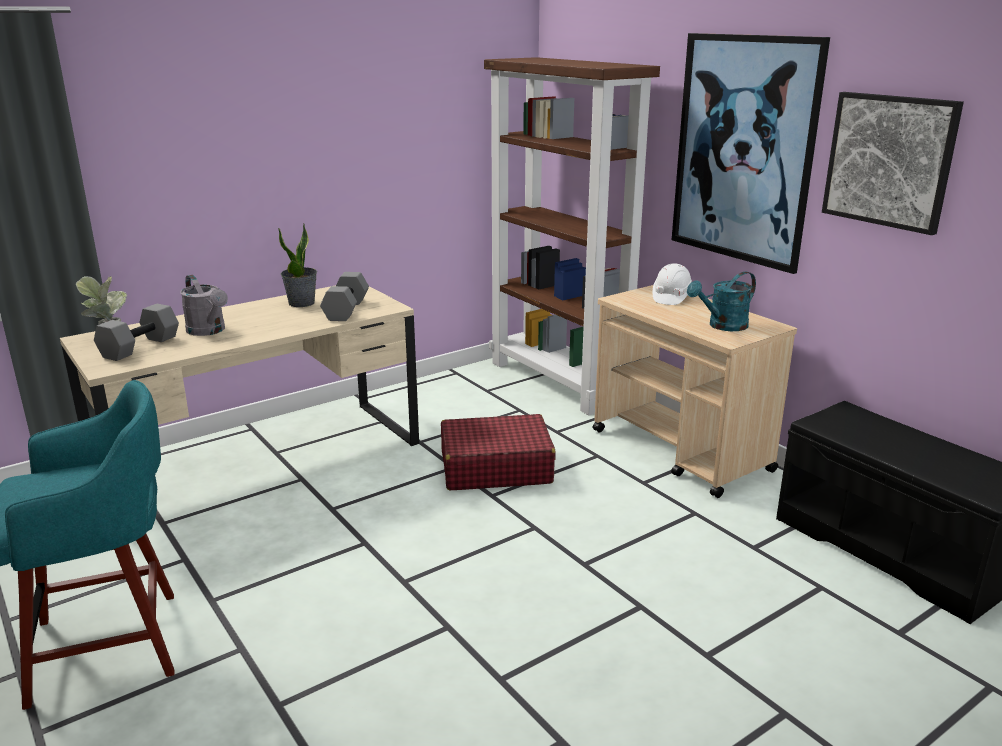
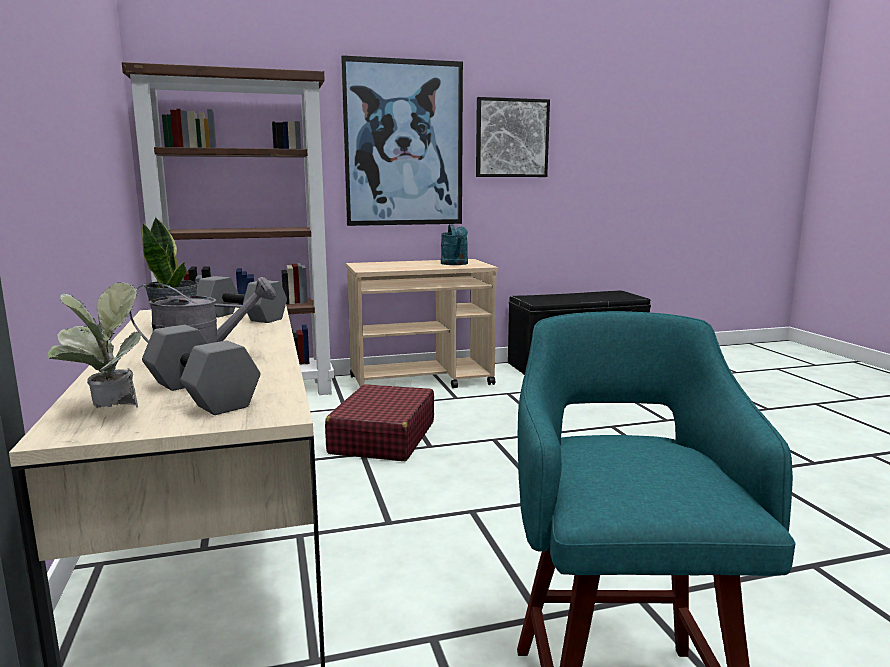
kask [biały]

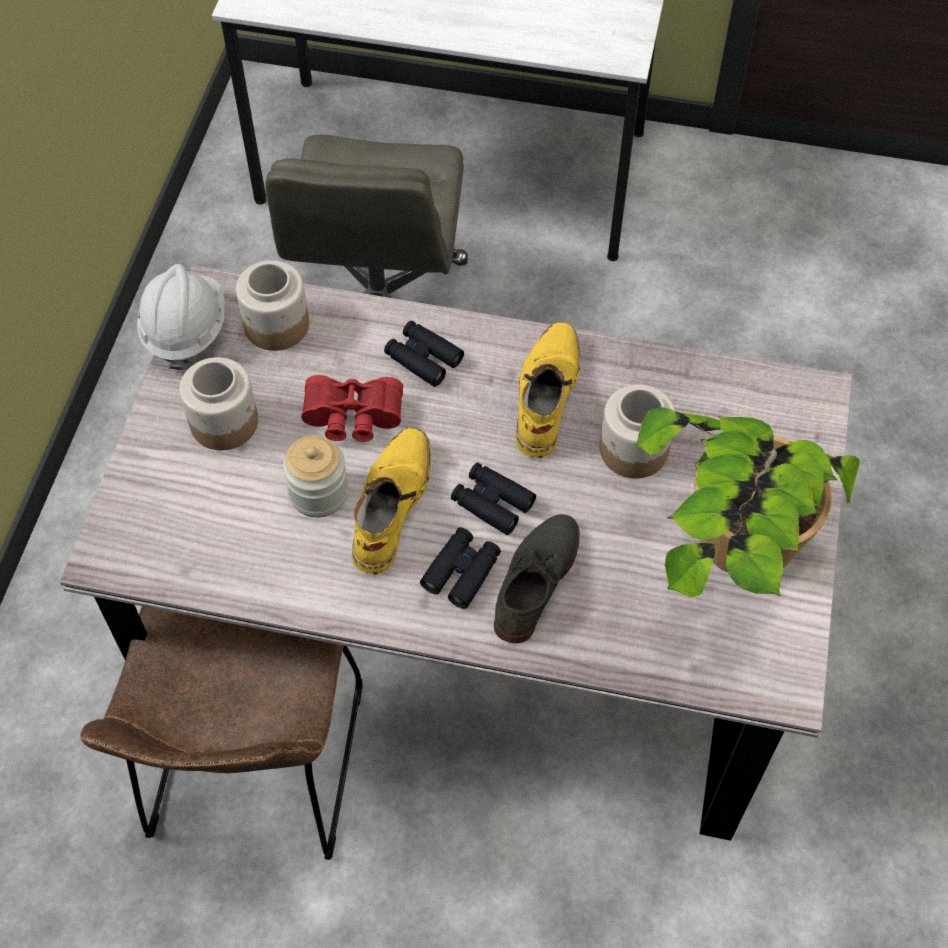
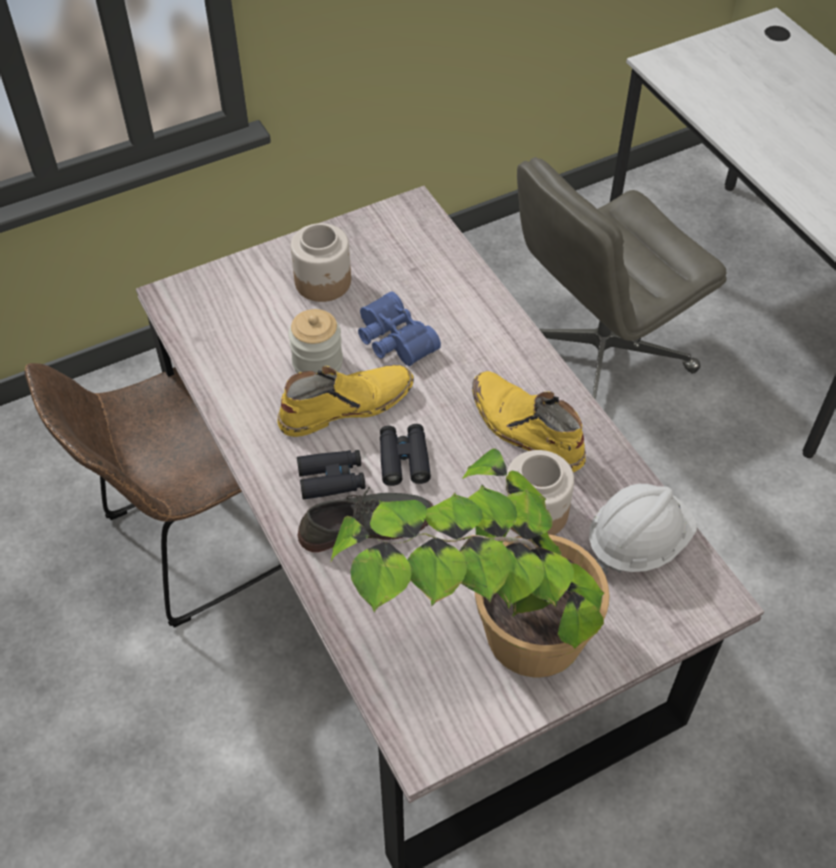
lornetka [niebieski]
but z cholewką [żółty] (no. 2 from left)
kask [biały]
słoik (no. 2 from left in the first image)
lornetka [czarny] (no. 1 from left in the first image)

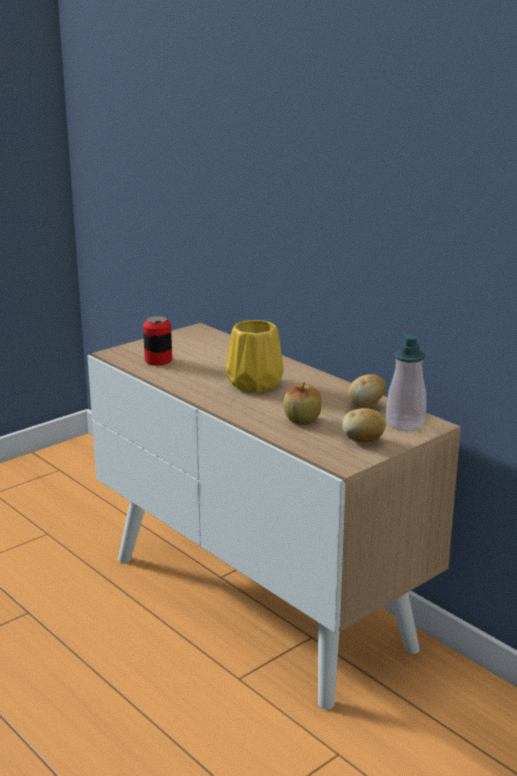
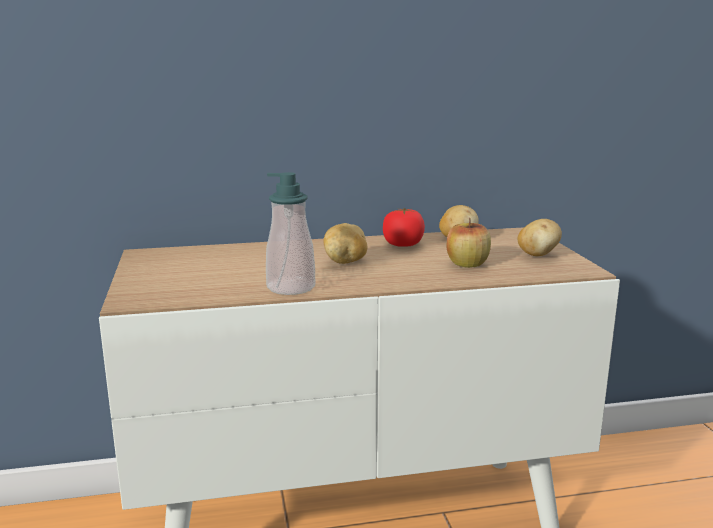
dozownik mydła
ziemniak (no. 1 from left)
pomidor
puszka

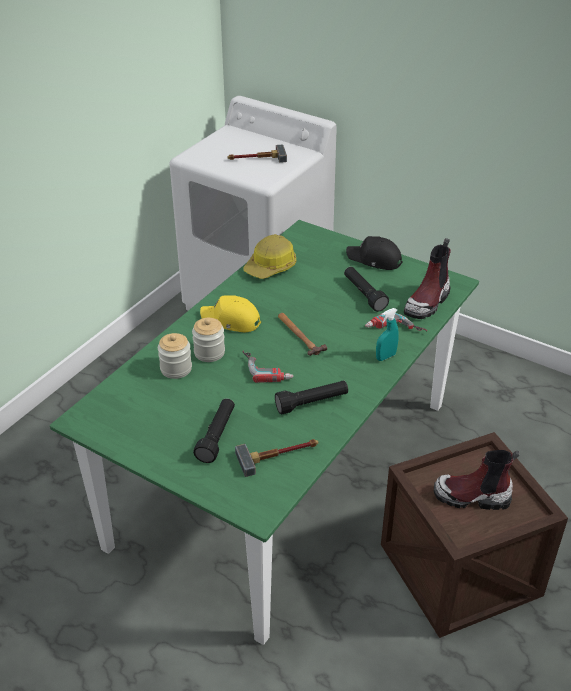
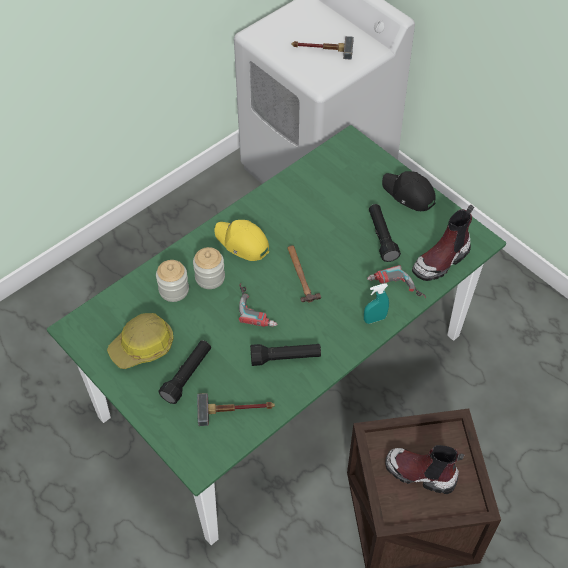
kask

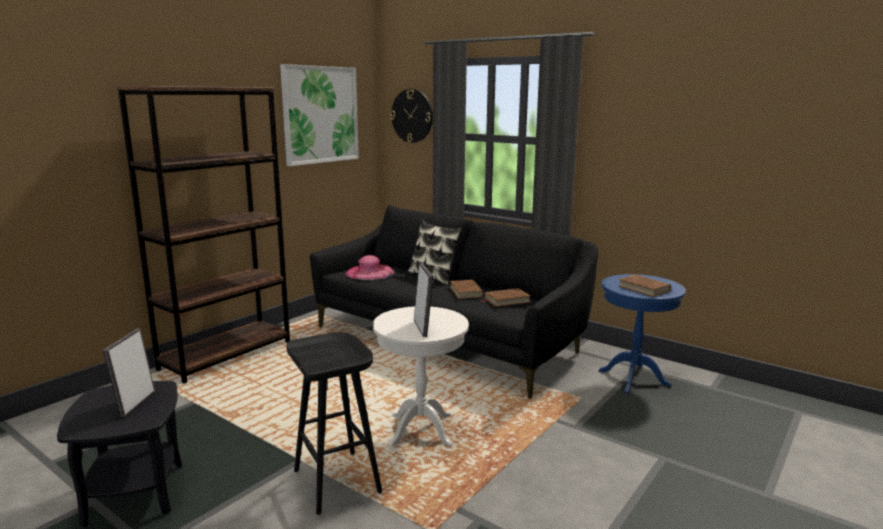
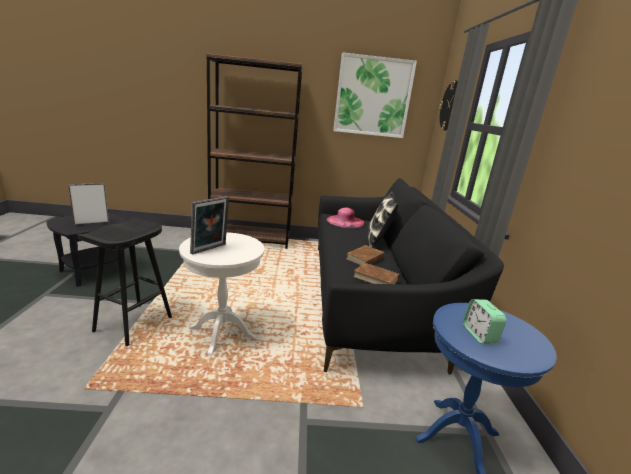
budzik

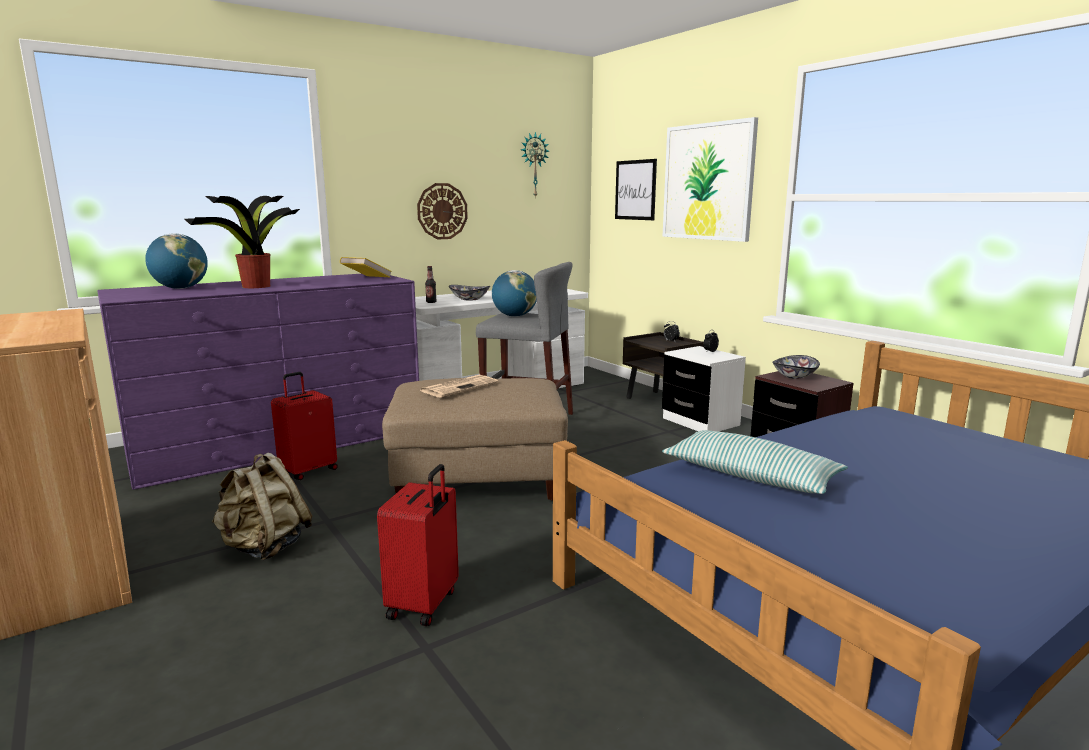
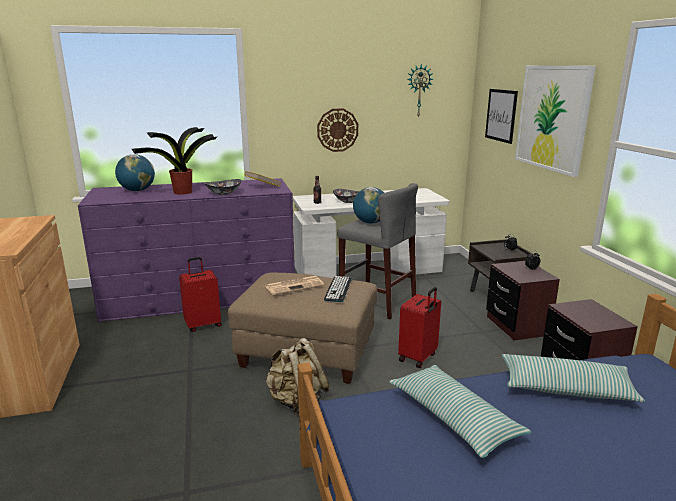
miska (no. 1 from left)
plecak [beżowy]
klawiatura
walizka [czerwony] (no. 2 from left)
szafka nocna [brązowy] (no. 2 from left)
poduszka (no. 2 from left)

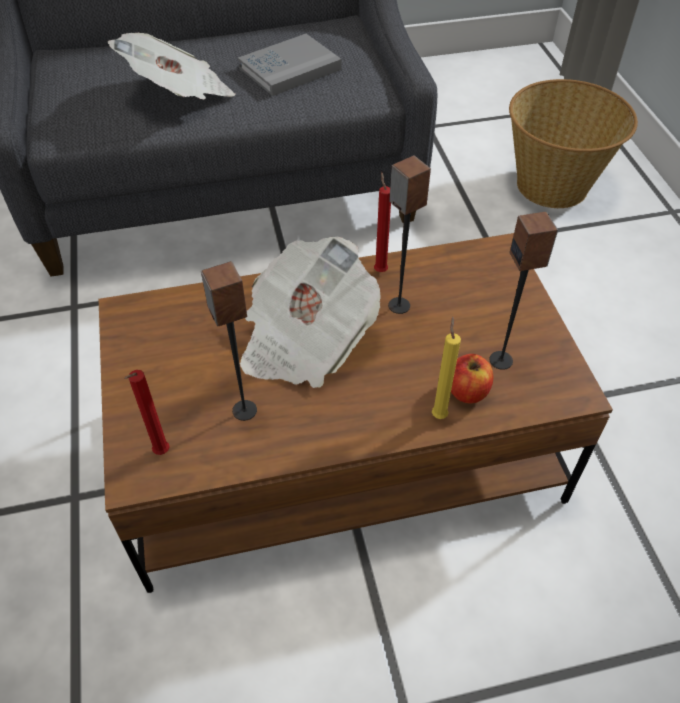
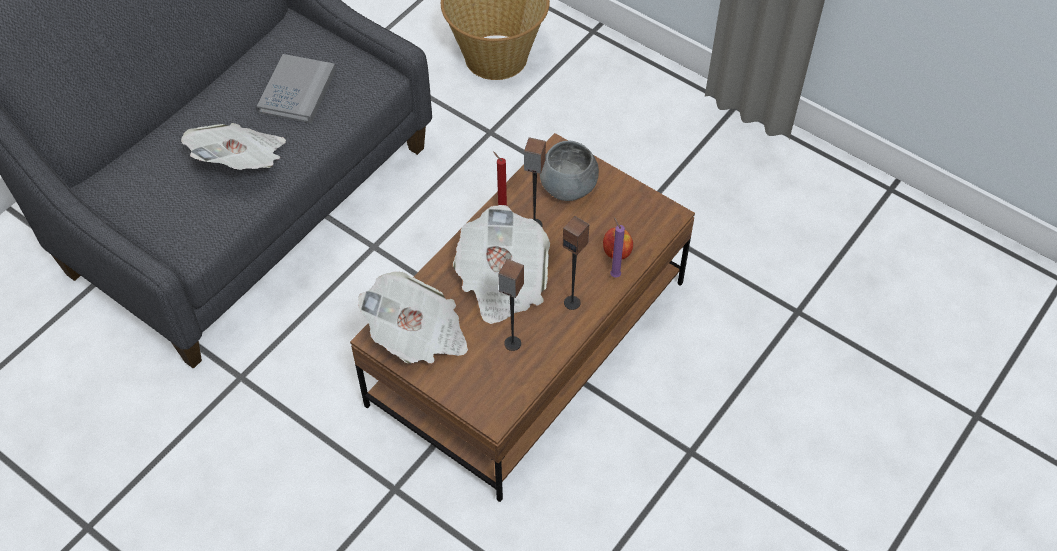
gazeta (no. 2 from left)
miska [szary]
głośnik (no. 3 from left)
świeca [fioletowy]
świeca [czerwony] (no. 1 from left in the first image)

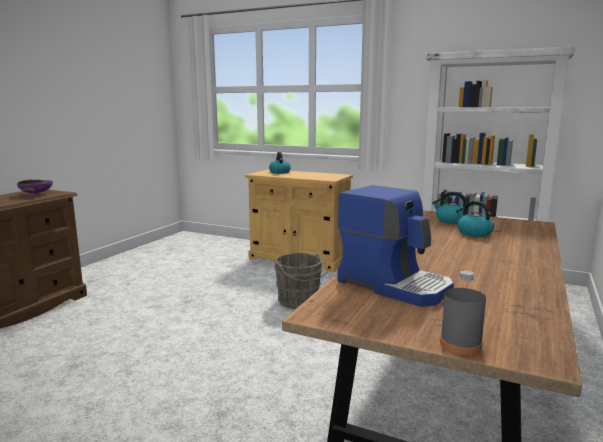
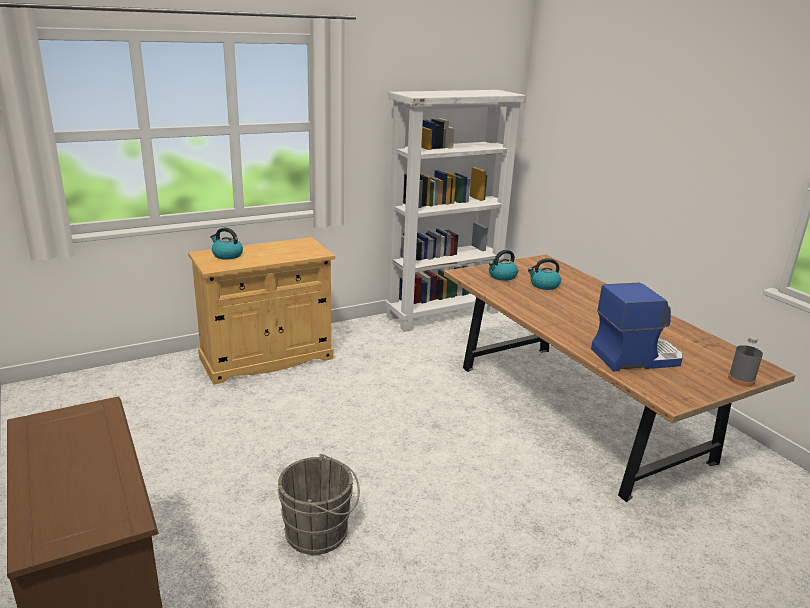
wiadro [szary]
miska [fioletowy]

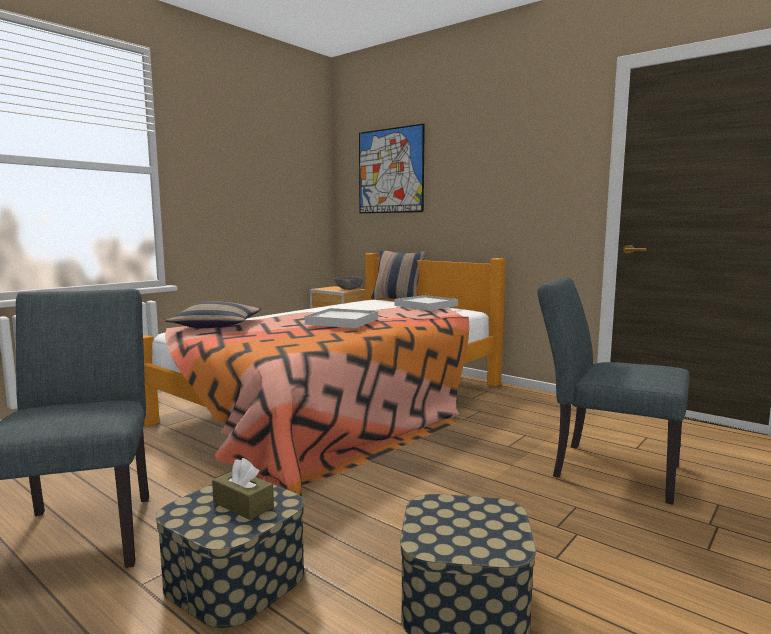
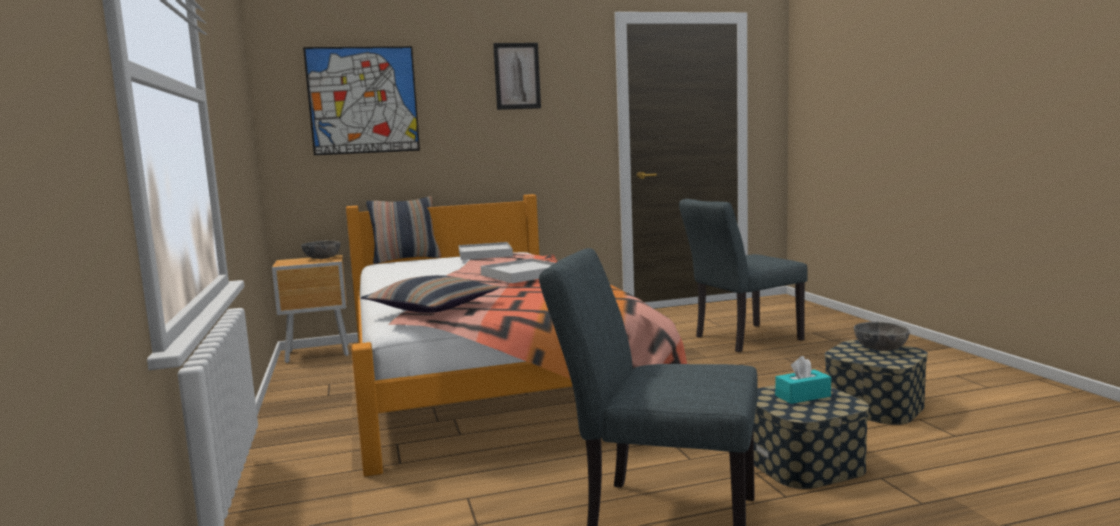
obraz (no. 2 from left)
pudełko chusteczek [turkusowy]
miska [szary] (no. 2 from left)

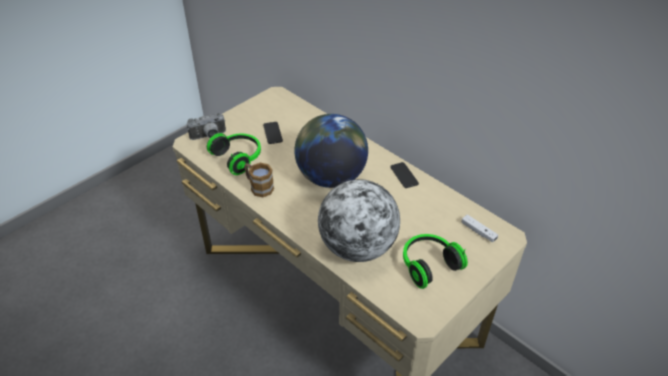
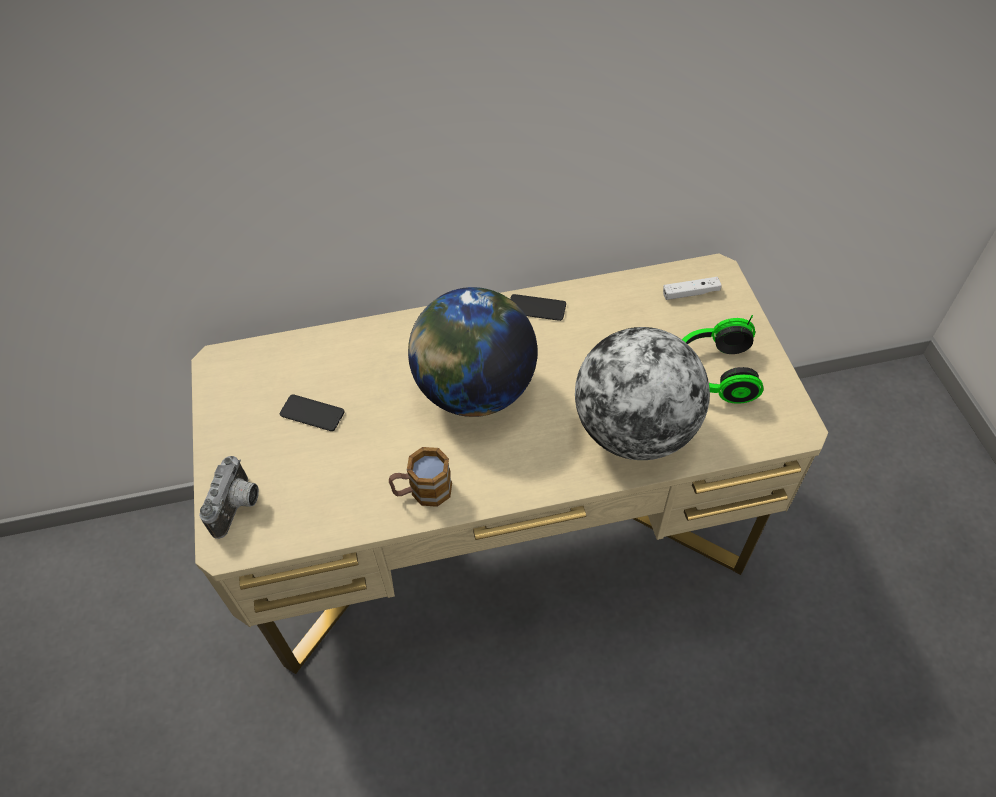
słuchawki (no. 1 from left in the first image)

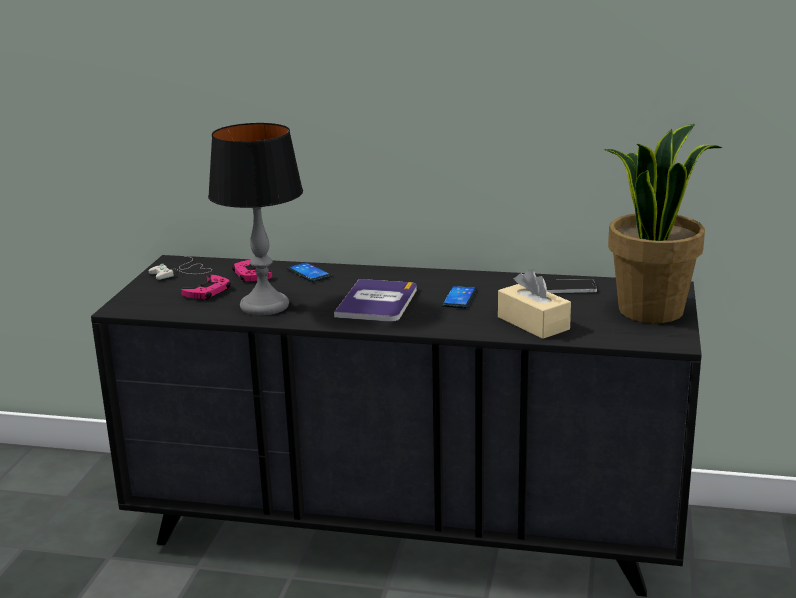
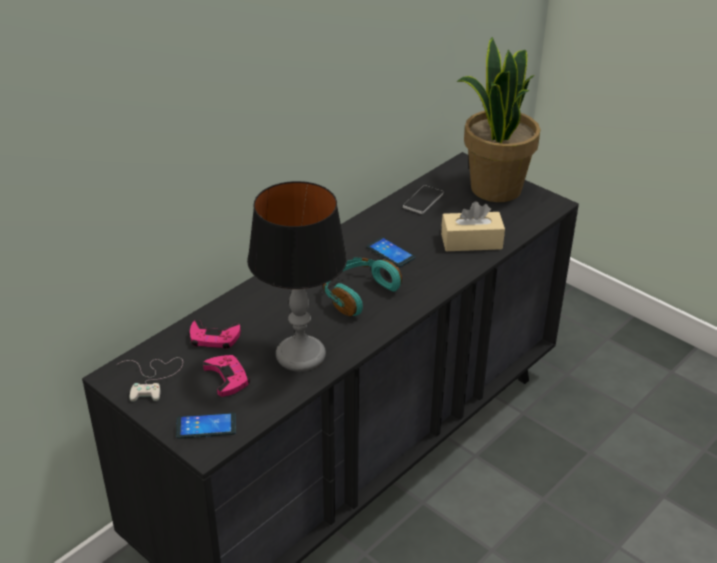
telefon (no. 1 from left)
słuchawki [turkusowy]

